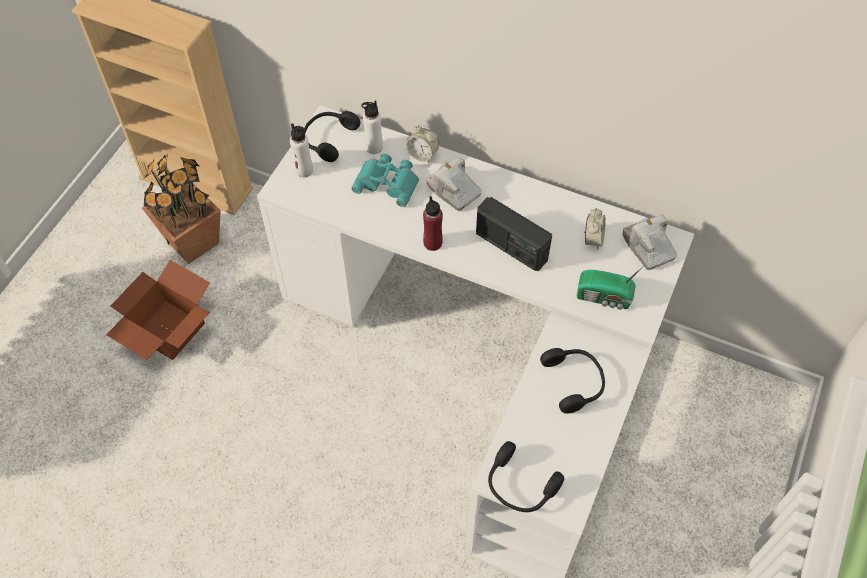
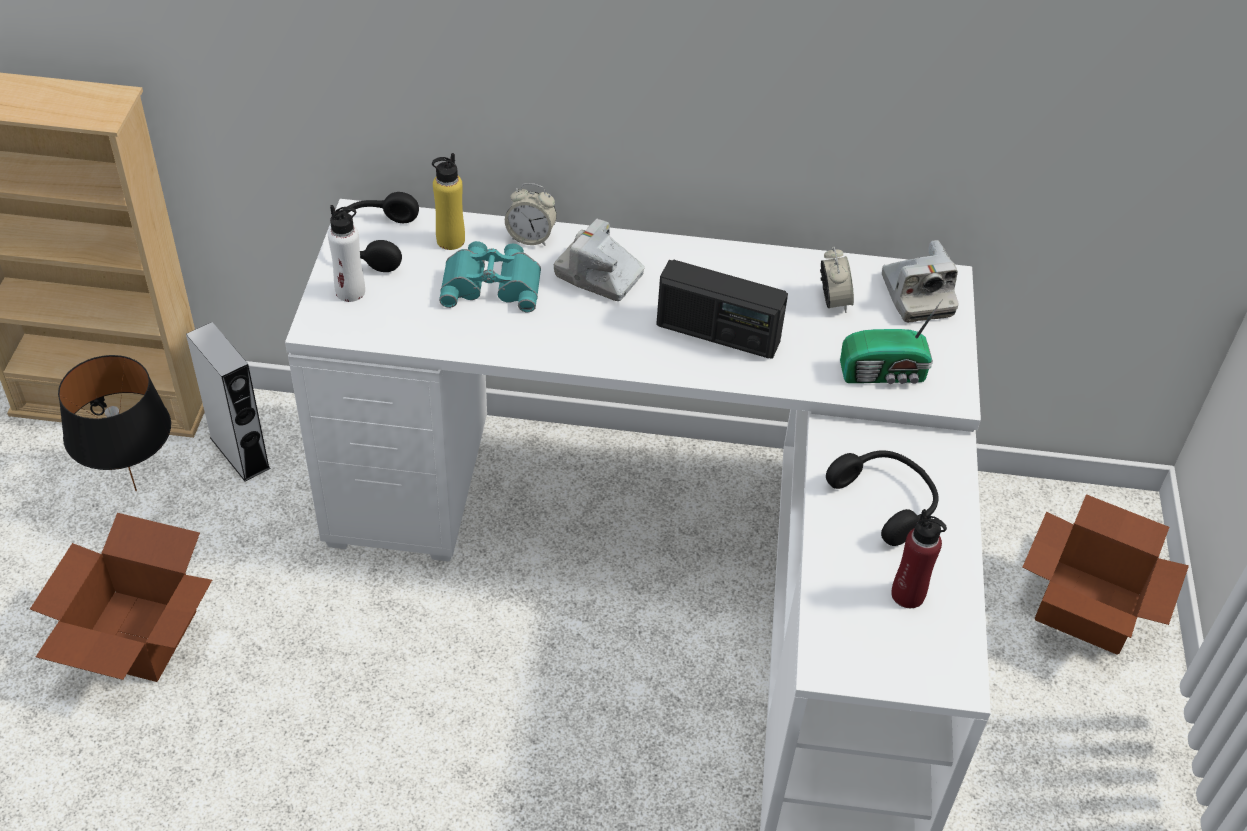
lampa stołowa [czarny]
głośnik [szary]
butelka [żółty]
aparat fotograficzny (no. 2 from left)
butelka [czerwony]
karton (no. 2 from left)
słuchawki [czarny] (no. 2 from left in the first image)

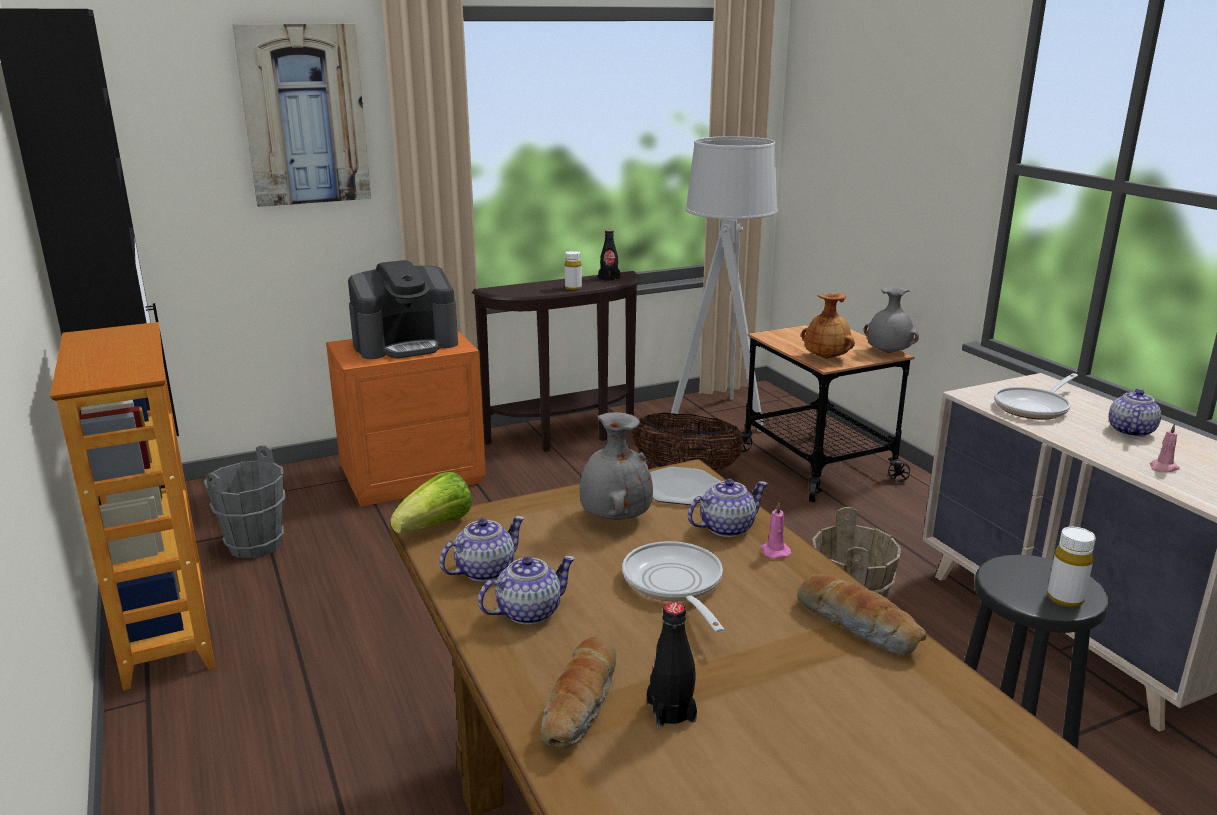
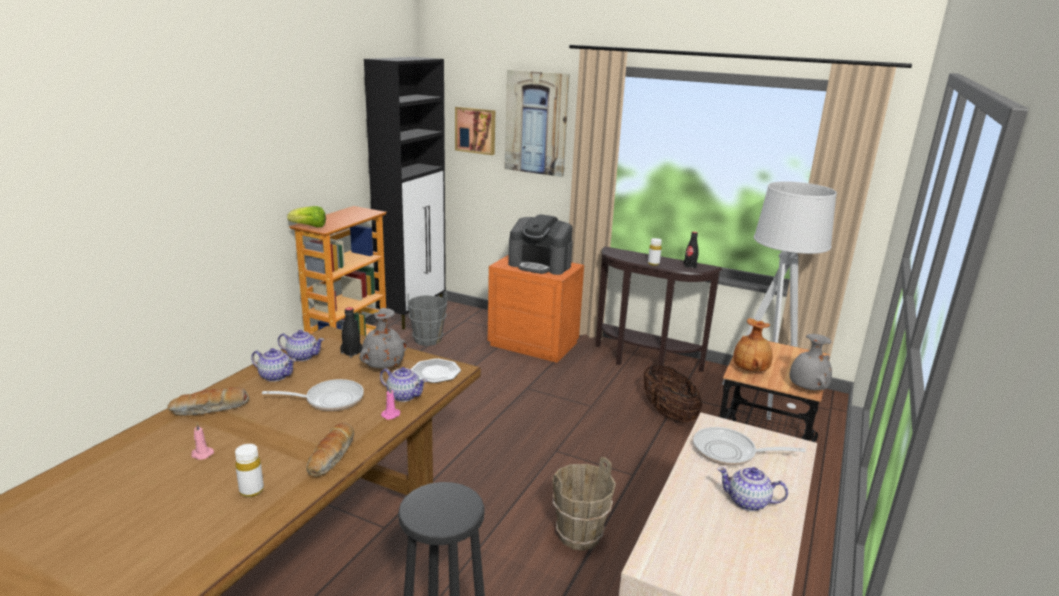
świeca [różowy] (no. 1 from left)
butelka [biały] (no. 1 from left)
patelnia (no. 1 from left)
sałata
butelka [czarny] (no. 1 from left)
obraz (no. 1 from left)
imbryk (no. 4 from left)

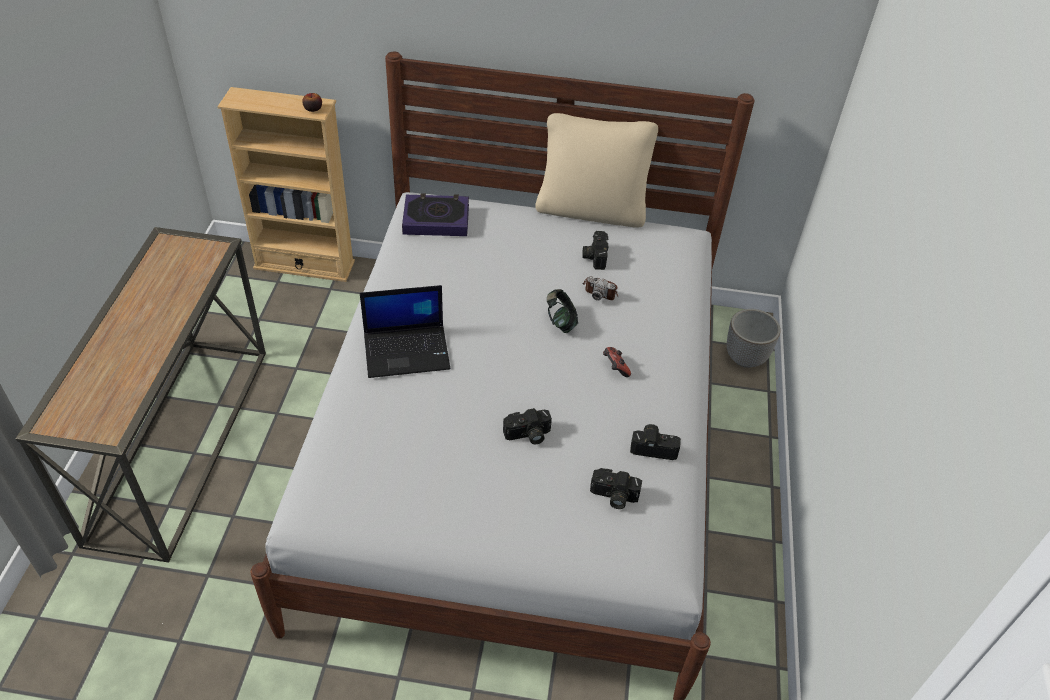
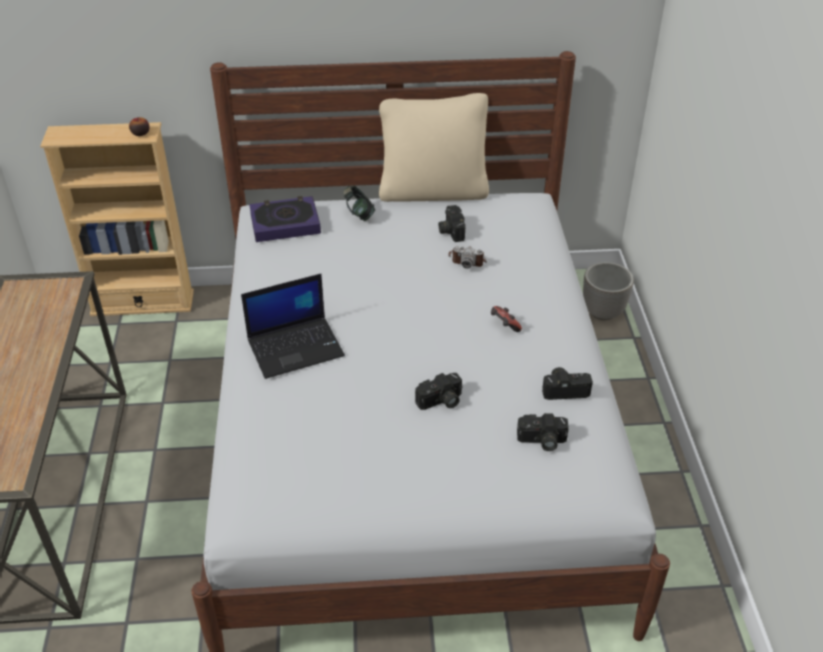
słuchawki

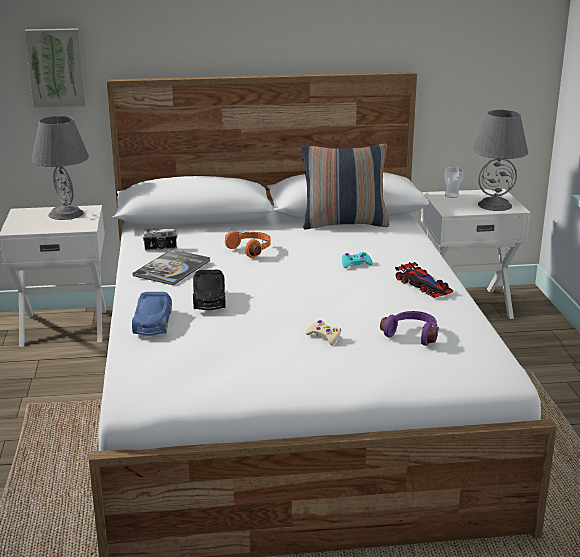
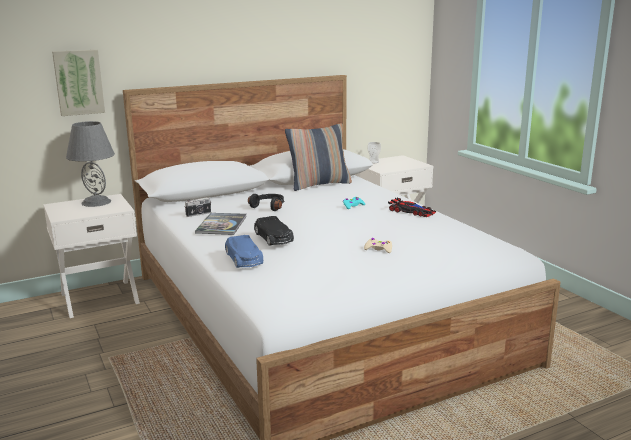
słuchawki [czarny]
słuchawki [fioletowy]
lampa stołowa [szary] (no. 2 from left in the first image)

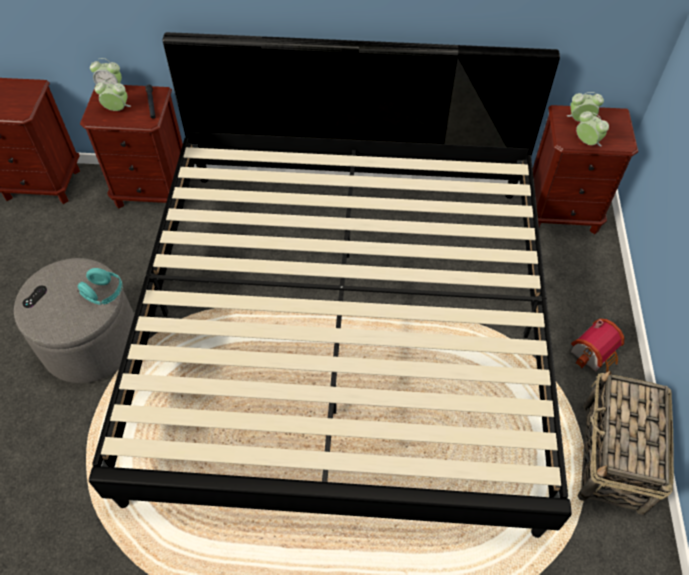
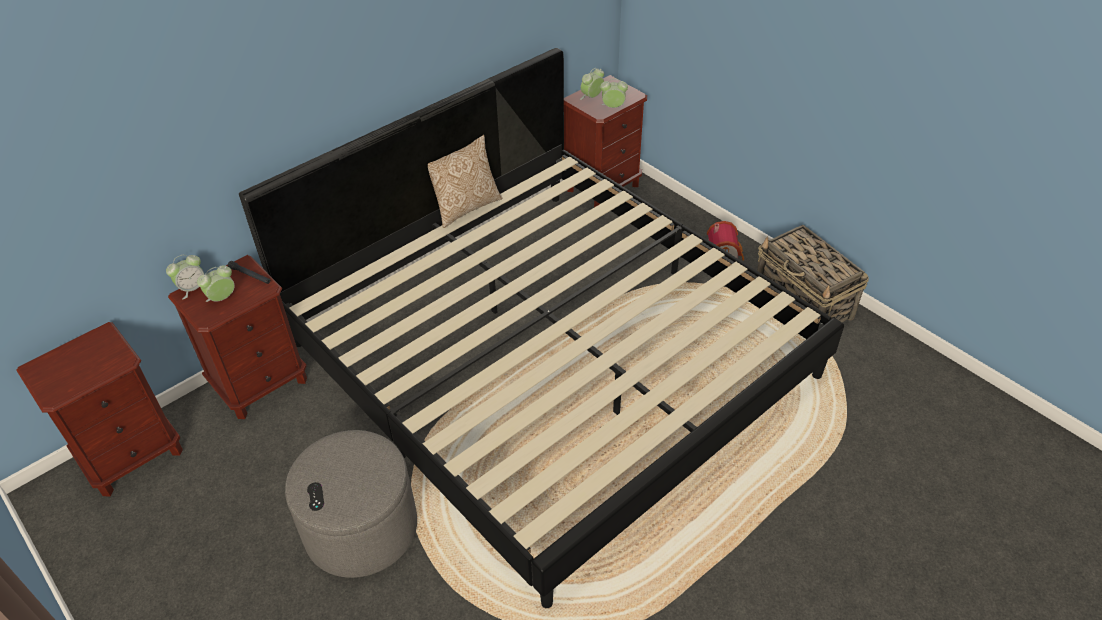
poduszka
słuchawki [turkusowy]

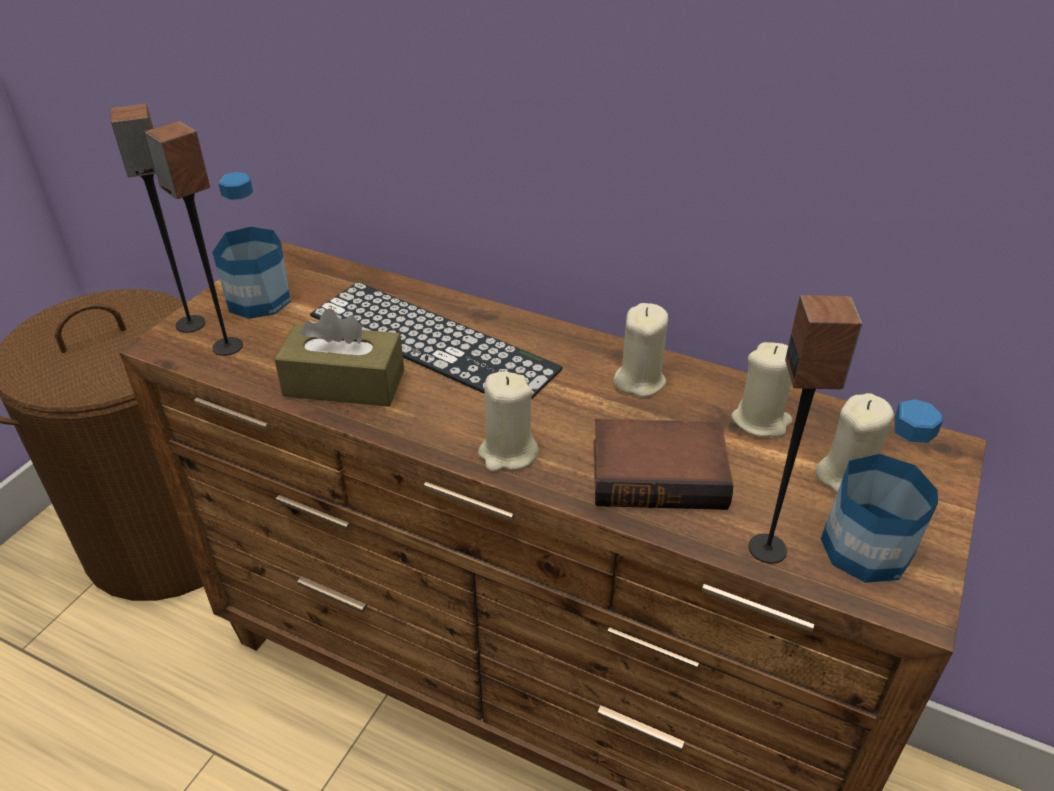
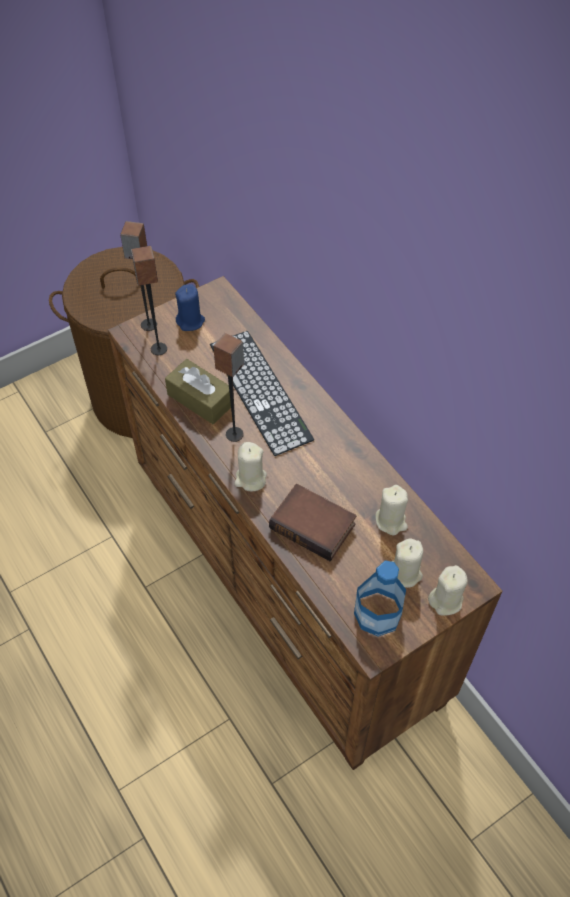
świeca [niebieski]
głośnik (no. 3 from left)
świeca [beżowy] (no. 4 from left)

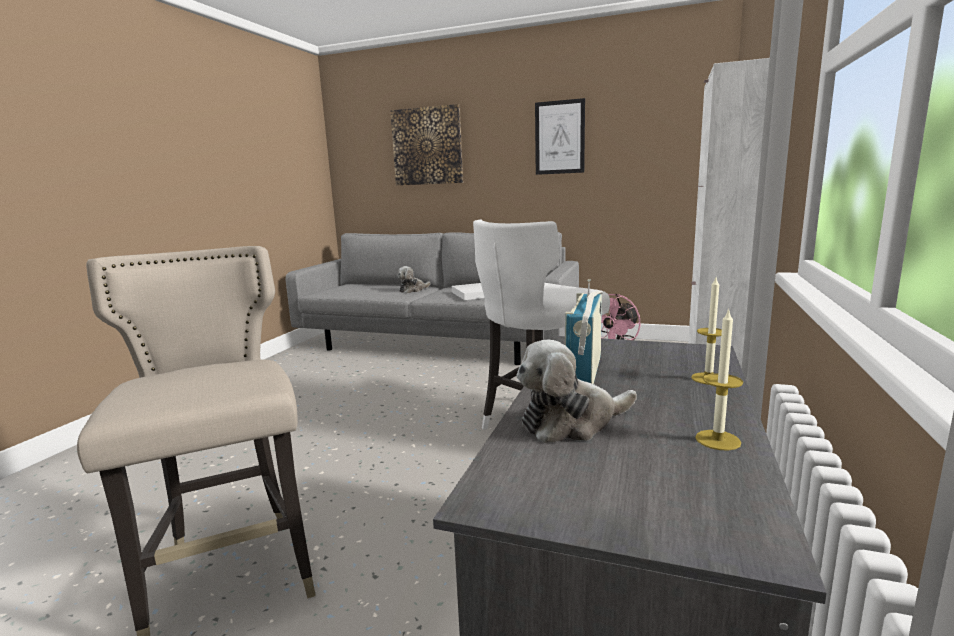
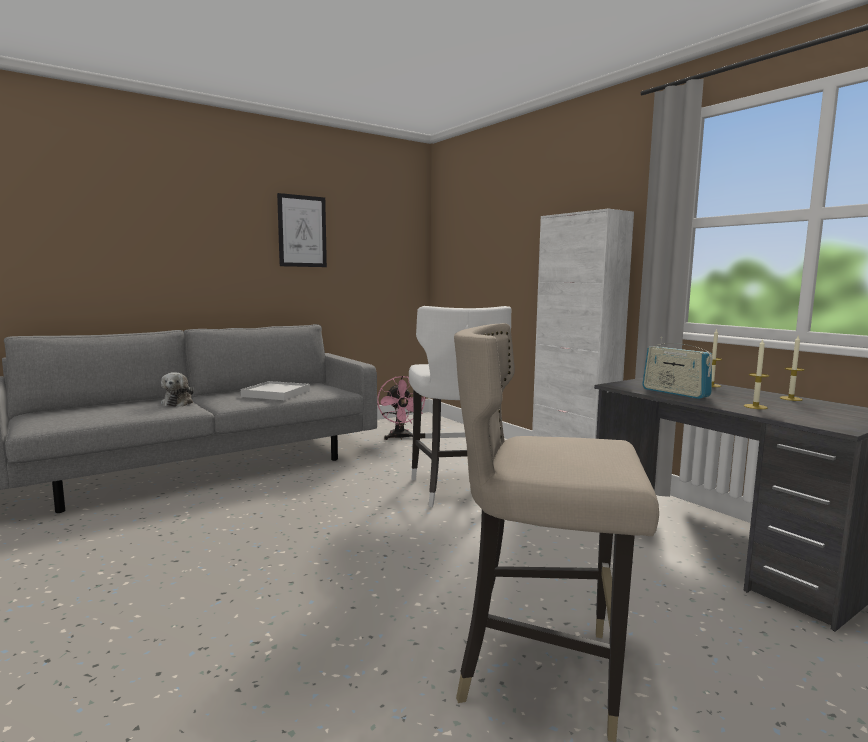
świeca (no. 2 from left)
obraz (no. 1 from left in the first image)

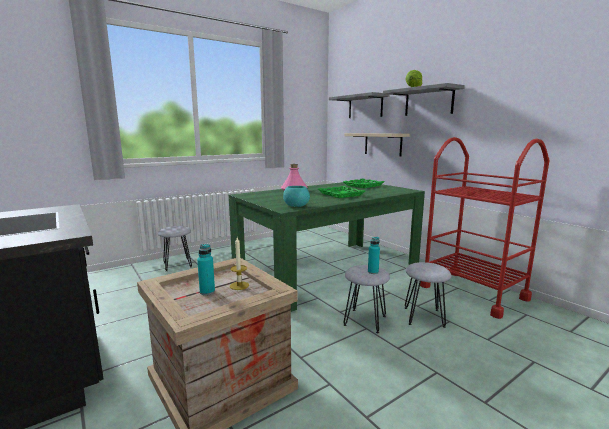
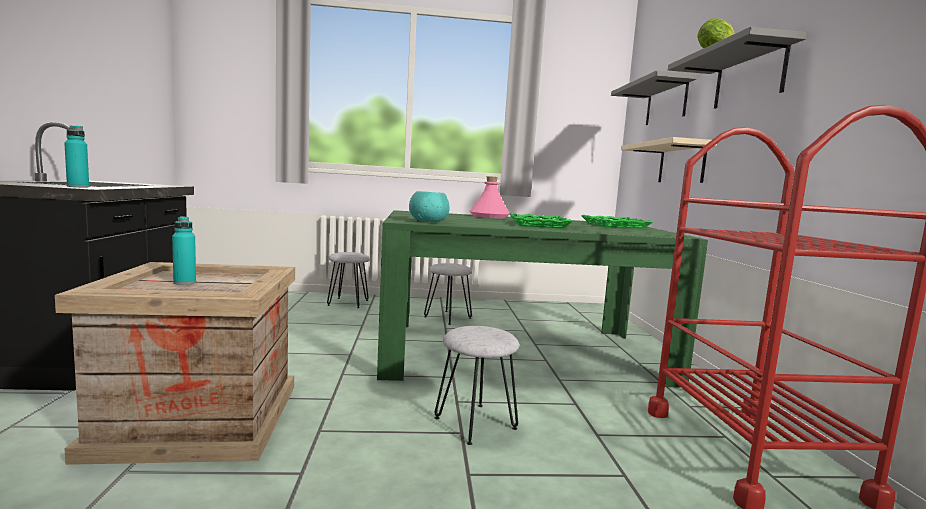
butelka [turkusowy] (no. 1 from left)
stołek [szary] (no. 2 from left)
świeca

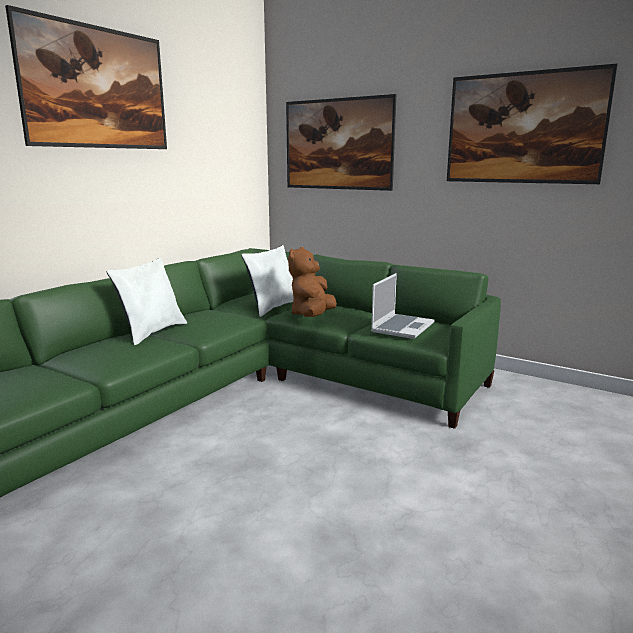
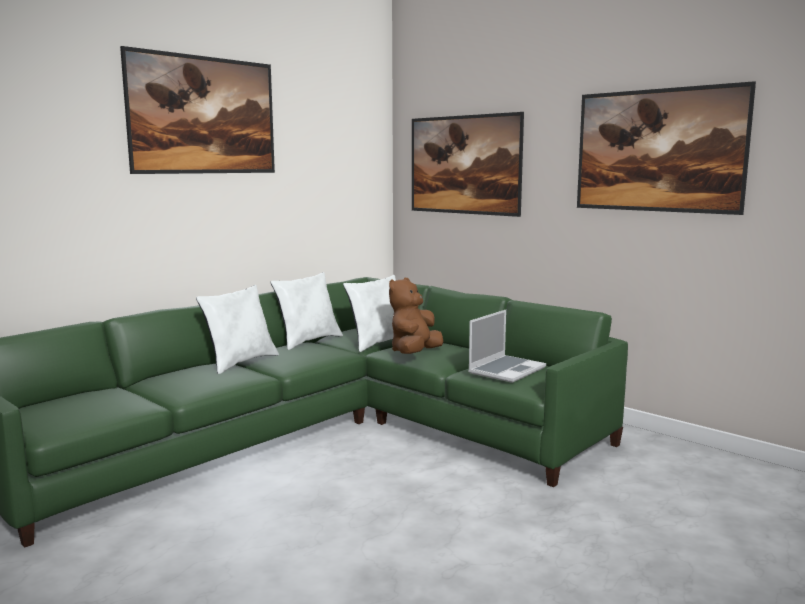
poduszka [biały] (no. 2 from left)

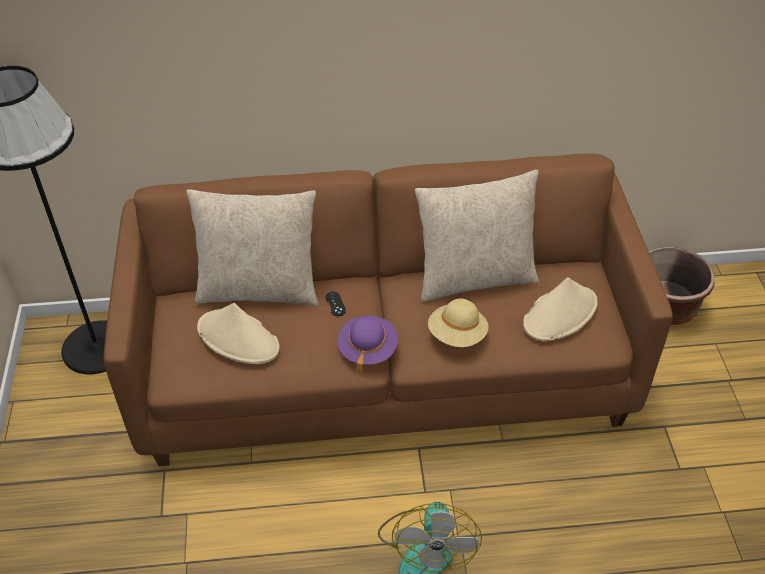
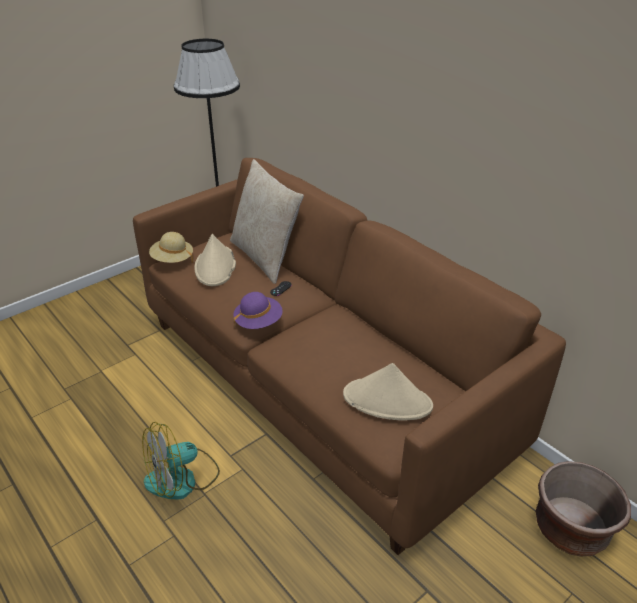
kapelusz [beżowy] (no. 1 from left)
poduszka [beżowy] (no. 2 from left in the first image)

